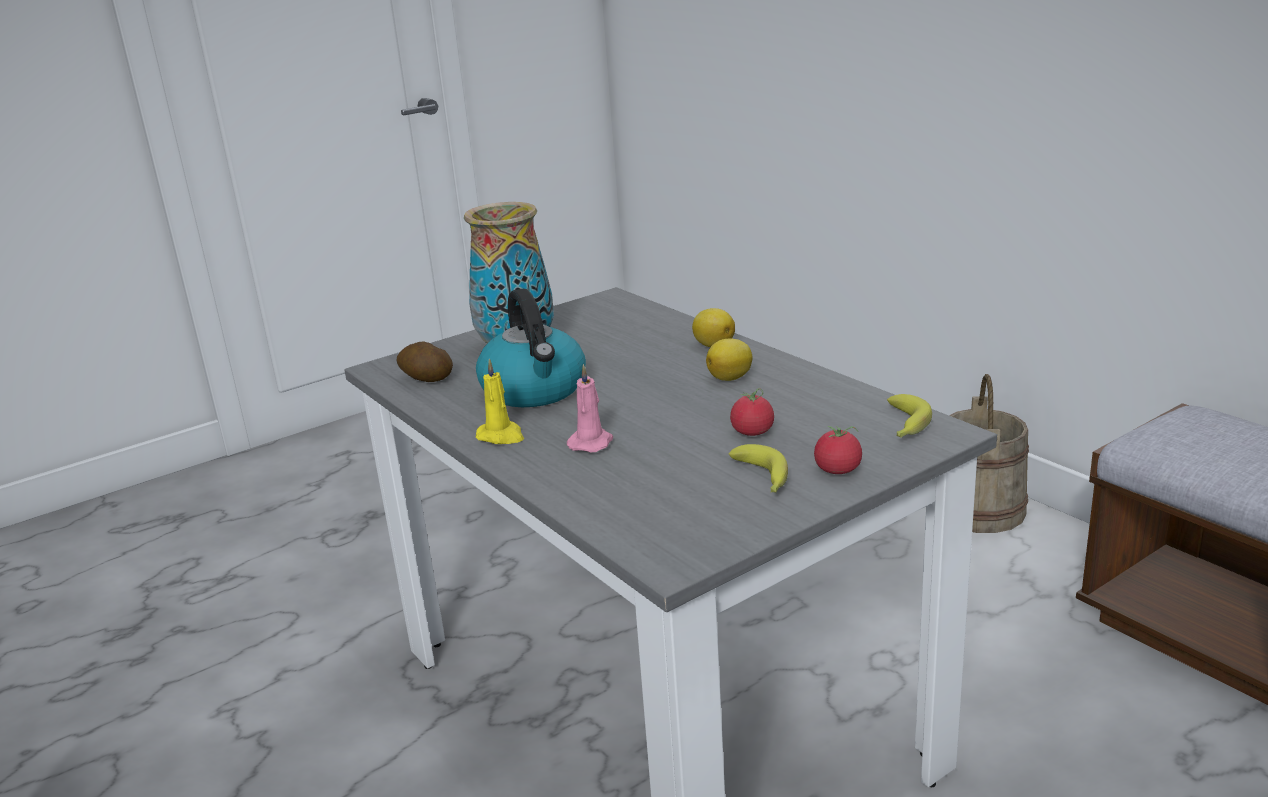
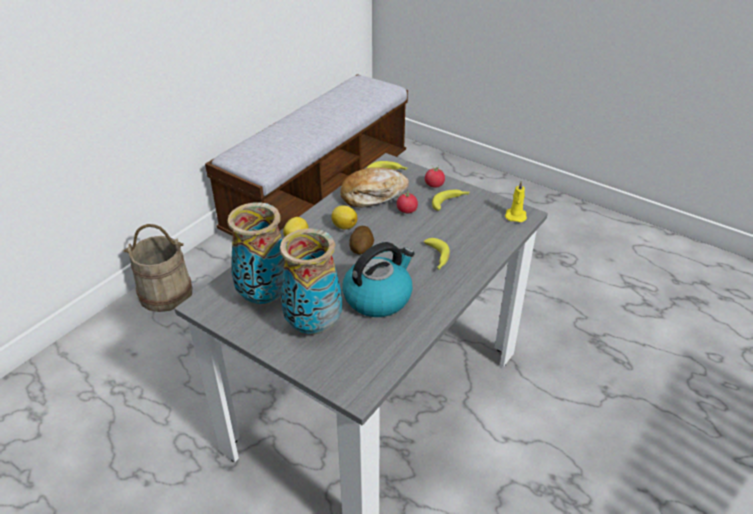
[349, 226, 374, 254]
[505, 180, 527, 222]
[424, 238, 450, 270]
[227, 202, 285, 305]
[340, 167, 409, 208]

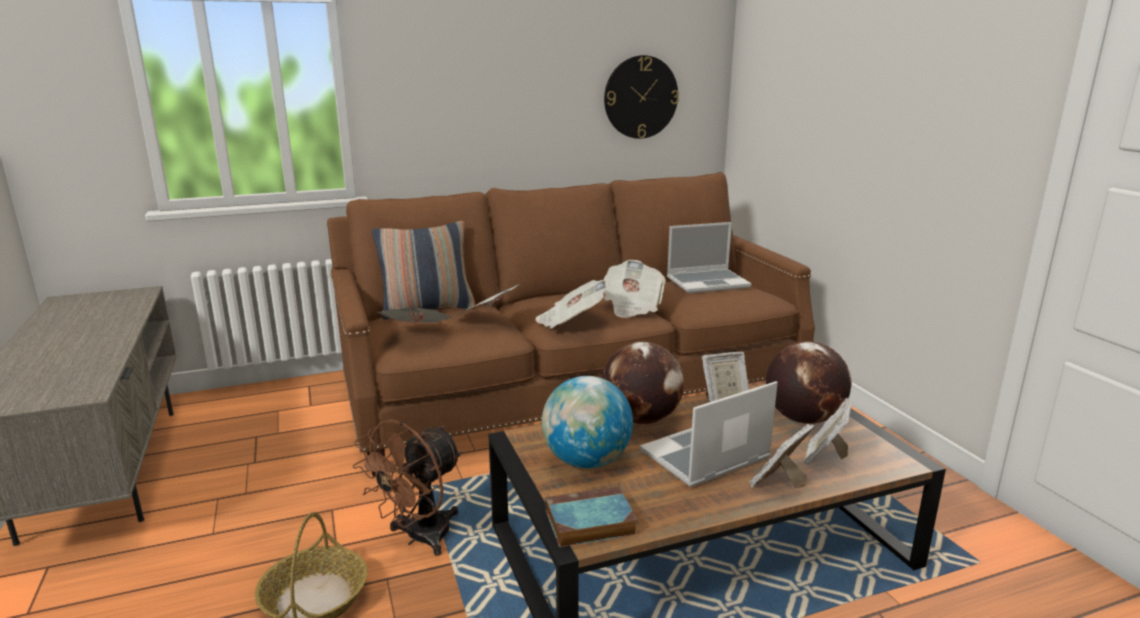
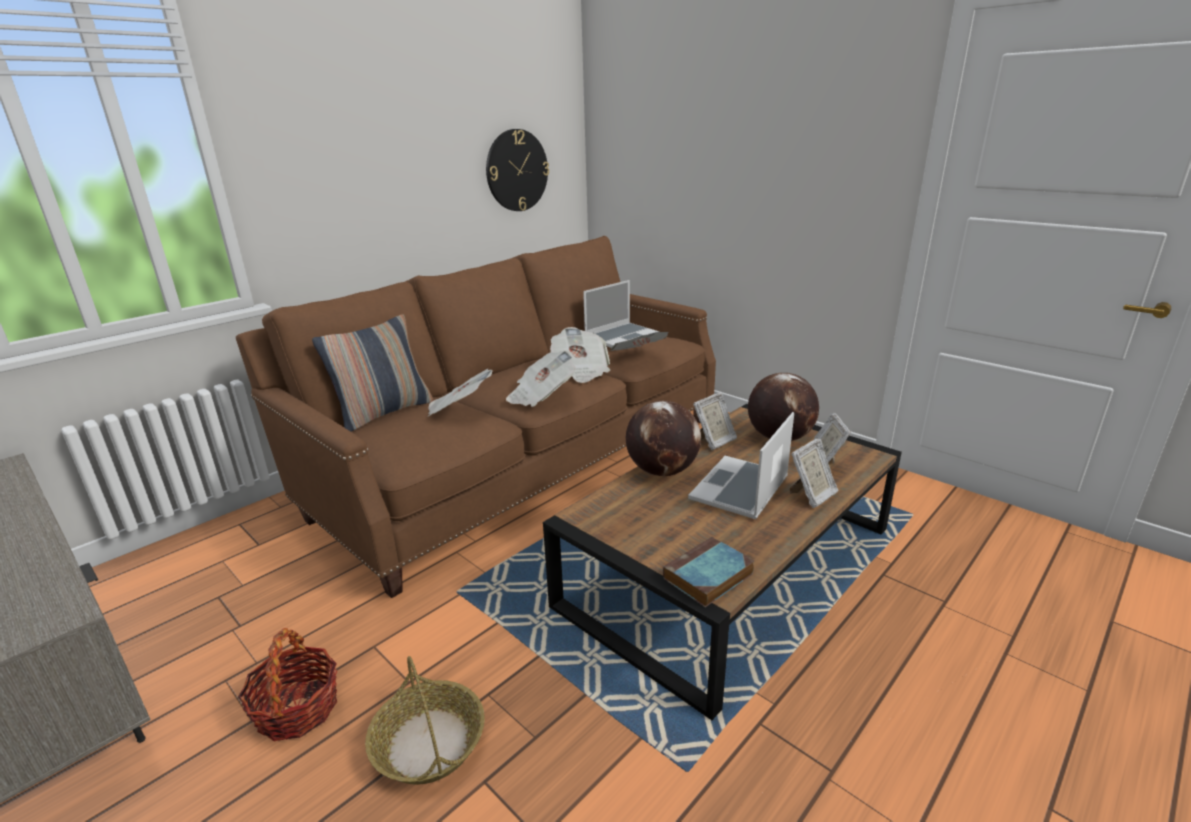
[353, 419, 462, 556] (first image)
[610, 332, 669, 351]
[542, 376, 633, 468] (first image)
[790, 439, 838, 508]
[238, 628, 337, 741]

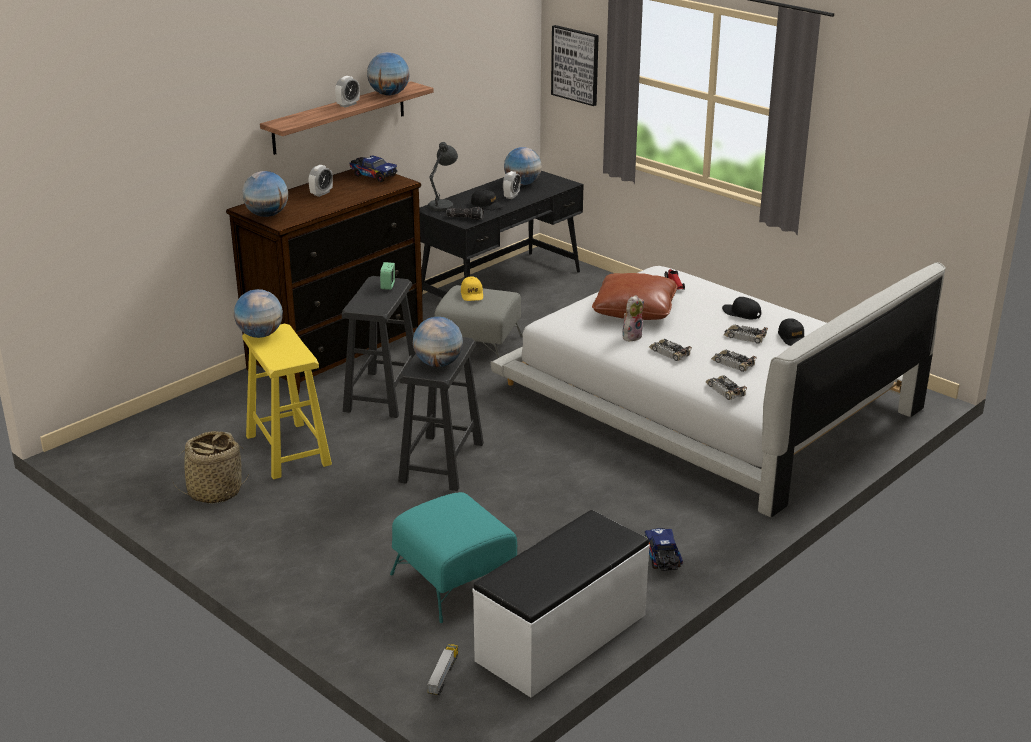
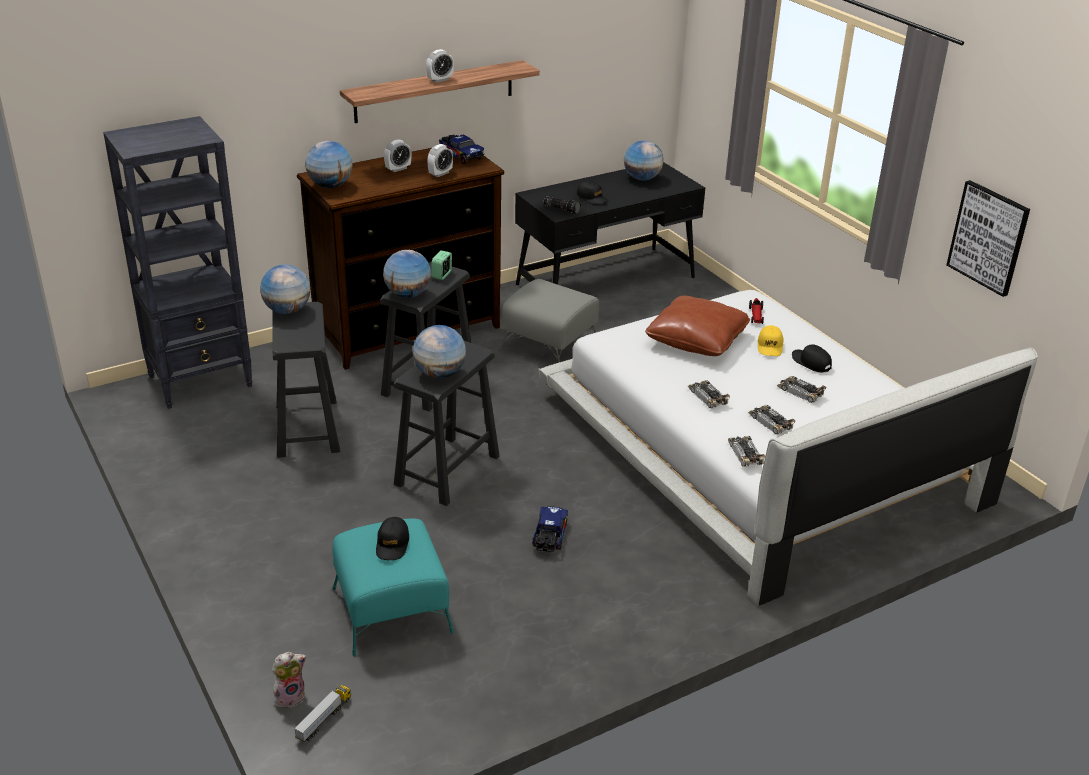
[175, 431, 249, 504] (first image)
[272, 302, 340, 458]
[383, 250, 431, 298]
[428, 142, 458, 212] (first image)
[758, 325, 783, 356]
[472, 510, 650, 698] (first image)
[428, 144, 453, 177]
[946, 180, 1030, 297]
[272, 652, 306, 708]
[533, 506, 568, 552]
[376, 517, 409, 560]
[103, 116, 253, 409]

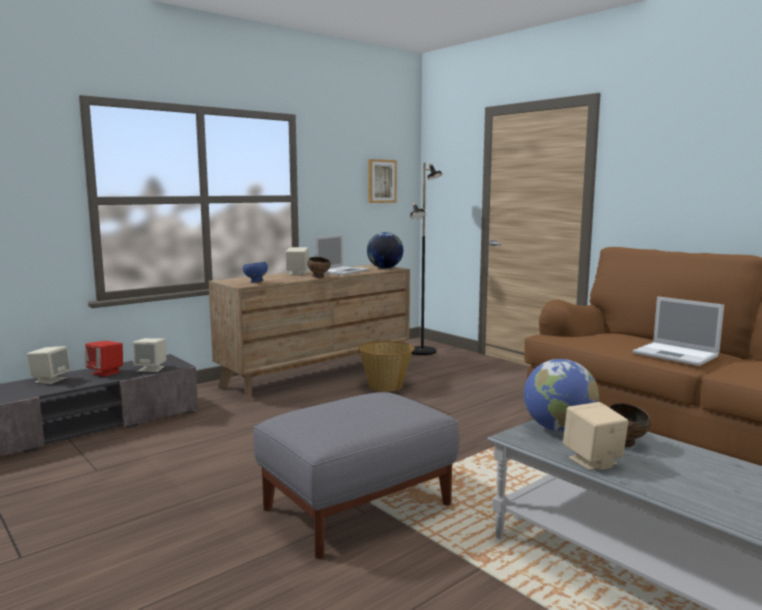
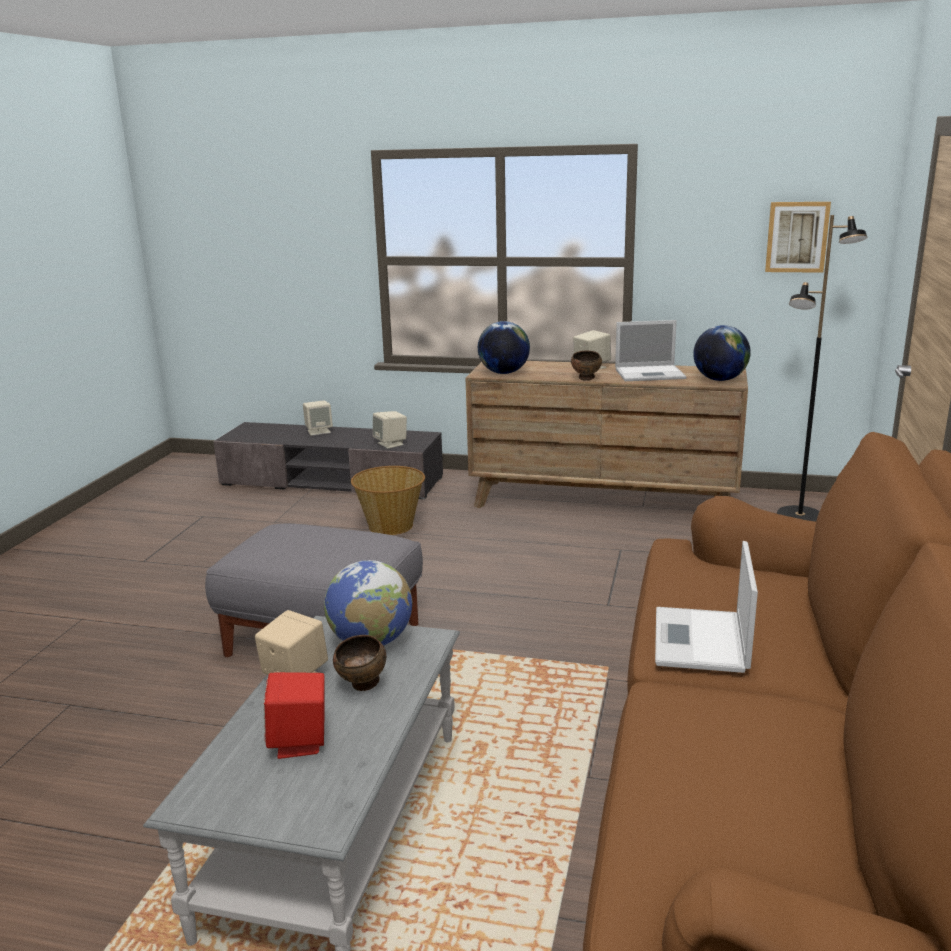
[264, 672, 325, 759]
[478, 321, 530, 374]
[351, 466, 425, 535]

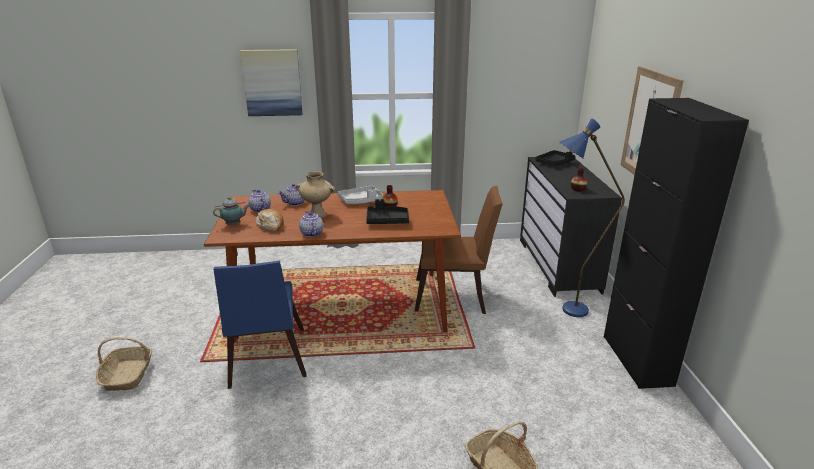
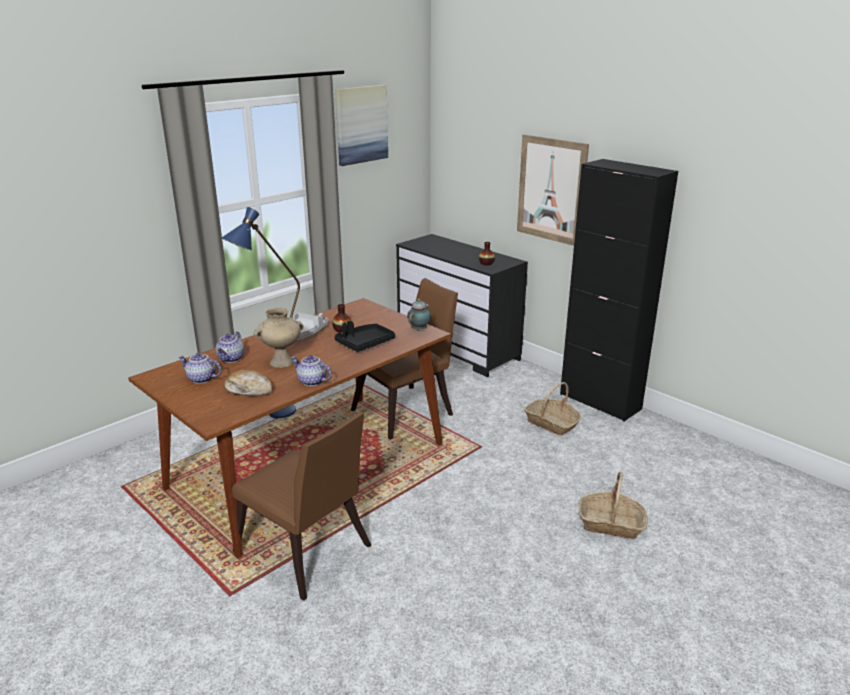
[524, 382, 581, 436]
[407, 299, 431, 331]
[232, 412, 371, 601]
[335, 85, 388, 166]
[535, 150, 575, 165] (first image)
[222, 207, 300, 419]

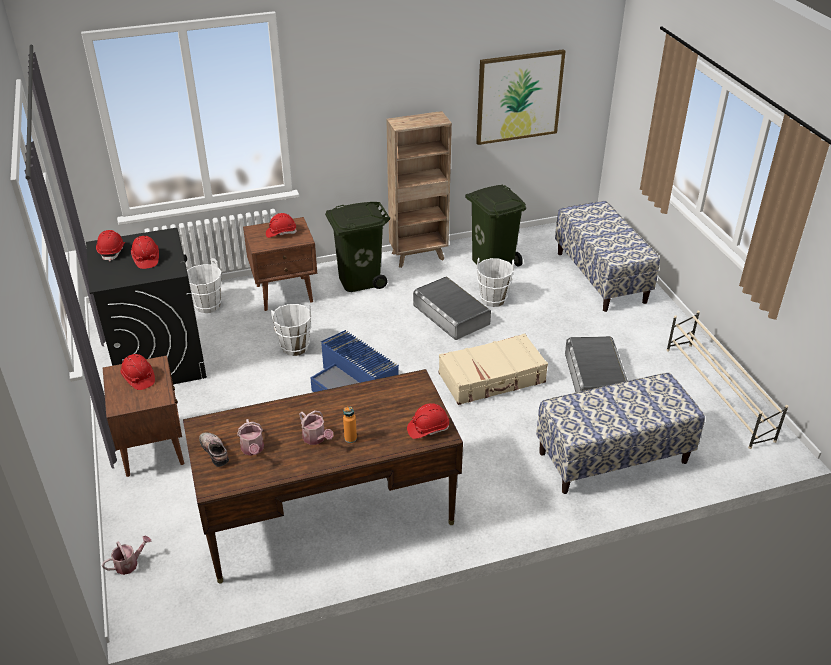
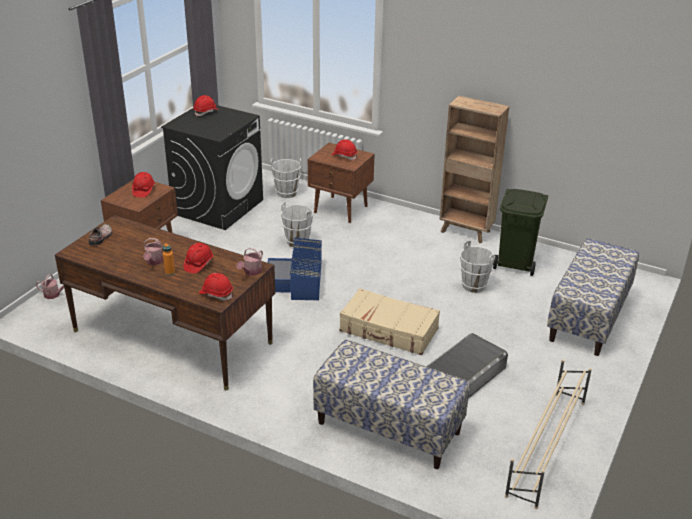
[183, 243, 213, 274]
[237, 248, 263, 276]
[325, 202, 390, 292] (first image)
[413, 277, 491, 340] (first image)
[476, 49, 565, 145] (first image)

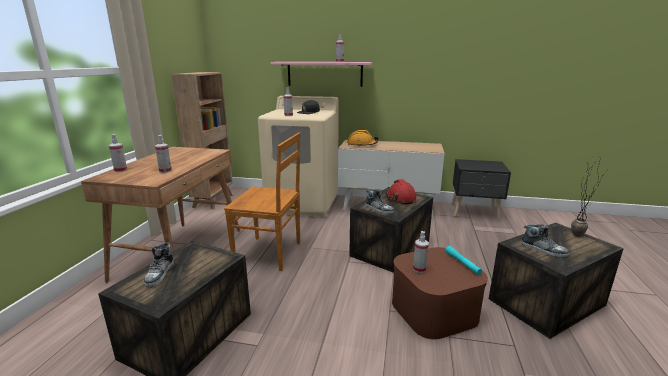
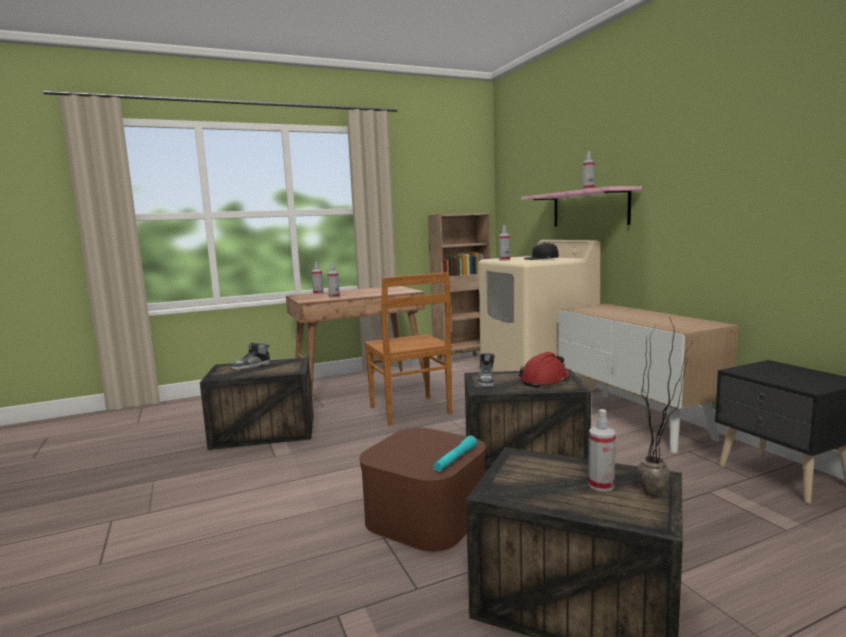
[347, 130, 379, 146] (first image)
[588, 409, 616, 492]
[521, 224, 569, 257] (first image)

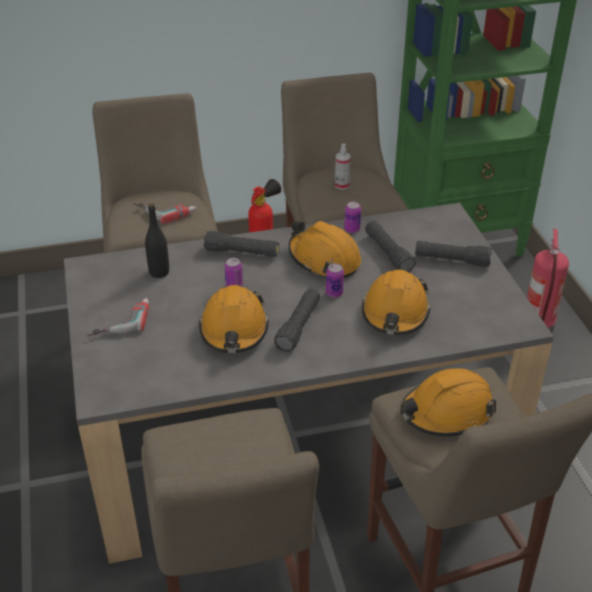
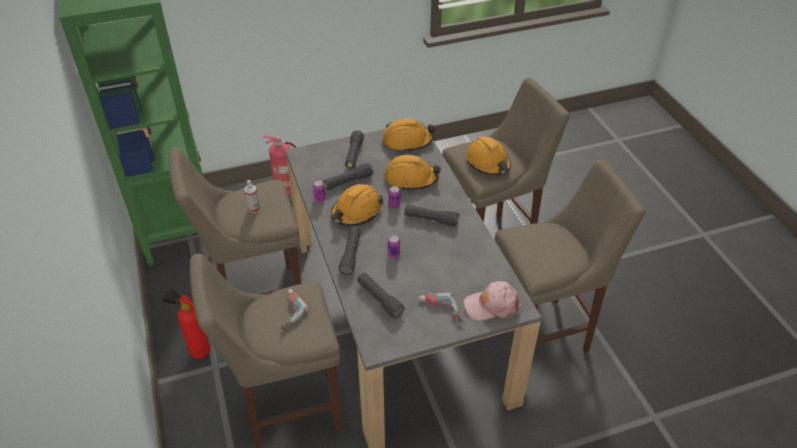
[357, 273, 405, 318]
[383, 118, 436, 153]
[464, 281, 522, 321]

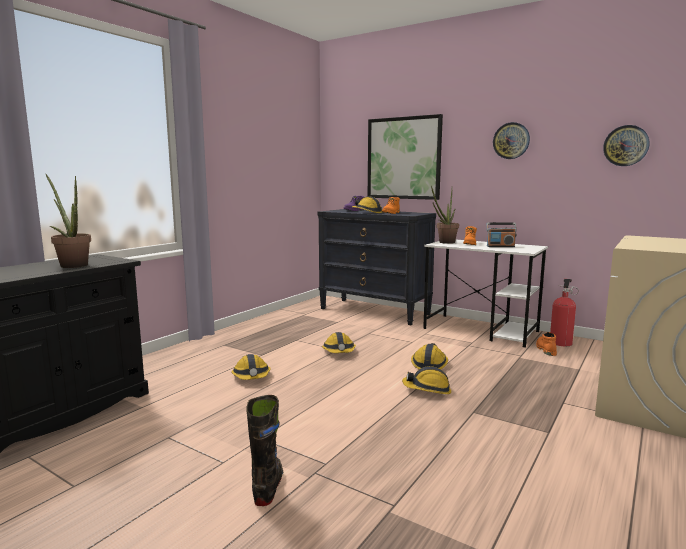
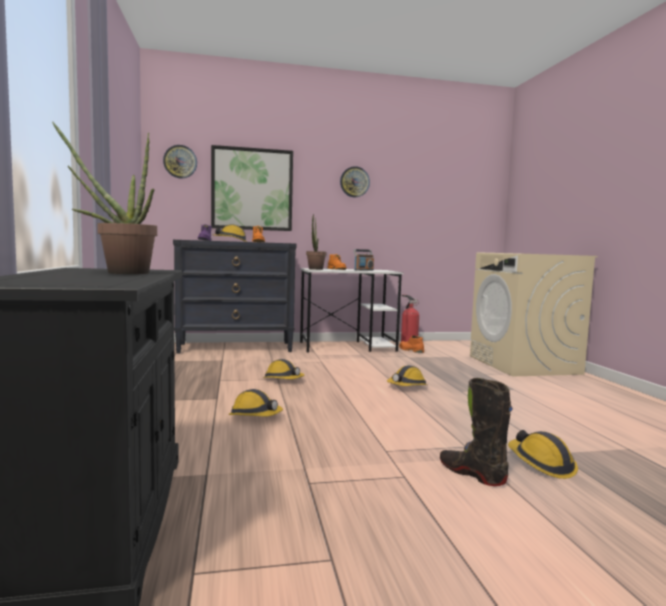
[508, 430, 578, 479]
[163, 145, 197, 179]

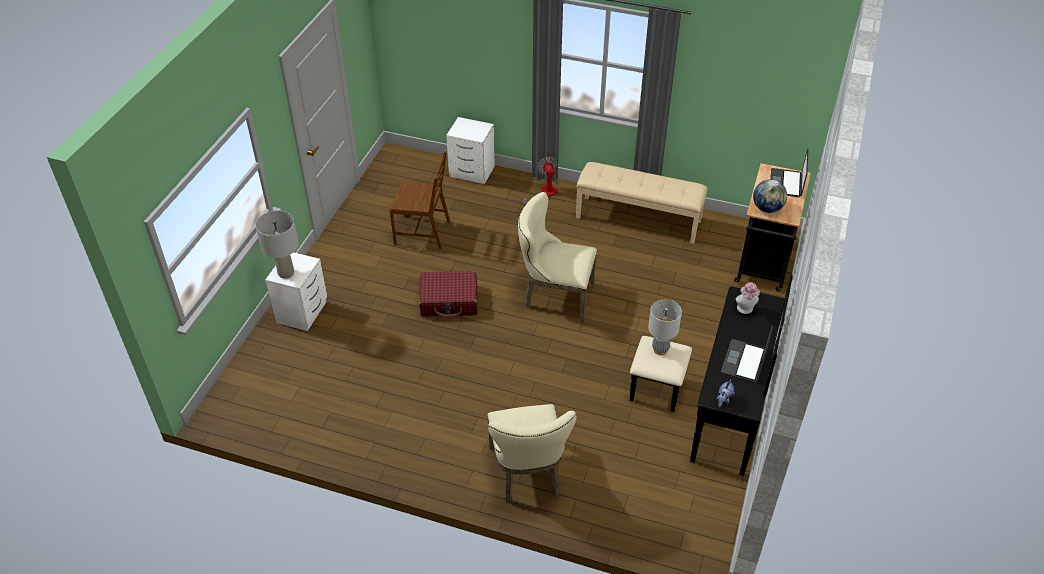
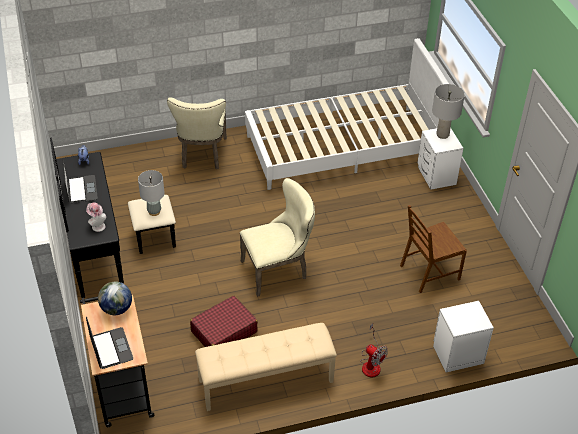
[190, 296, 258, 347]
[167, 97, 227, 169]
[245, 38, 449, 190]

